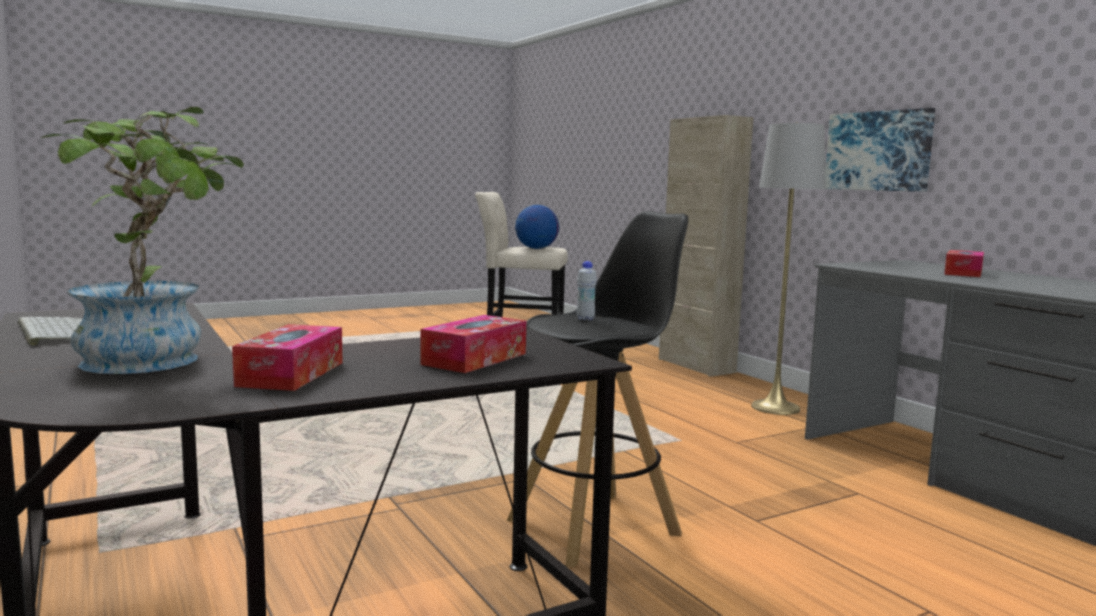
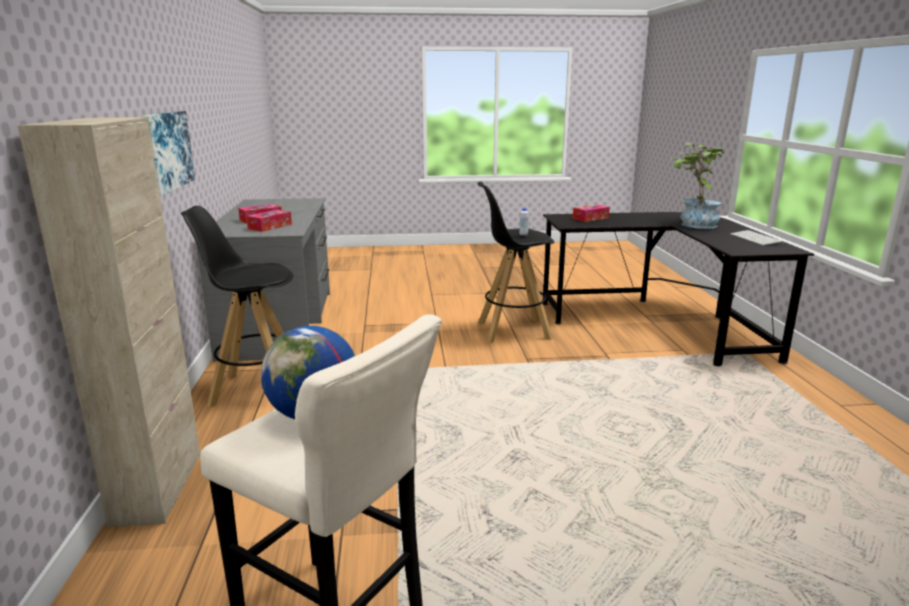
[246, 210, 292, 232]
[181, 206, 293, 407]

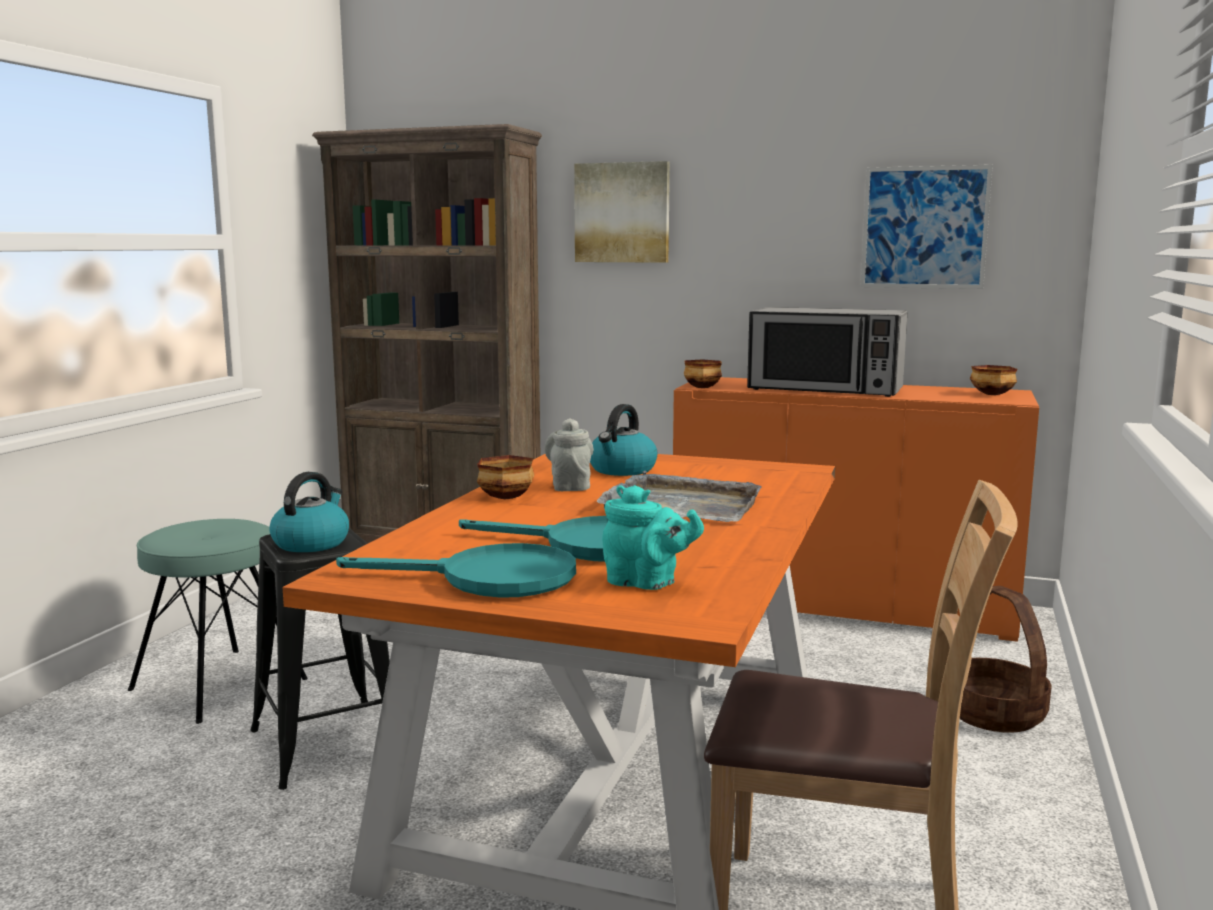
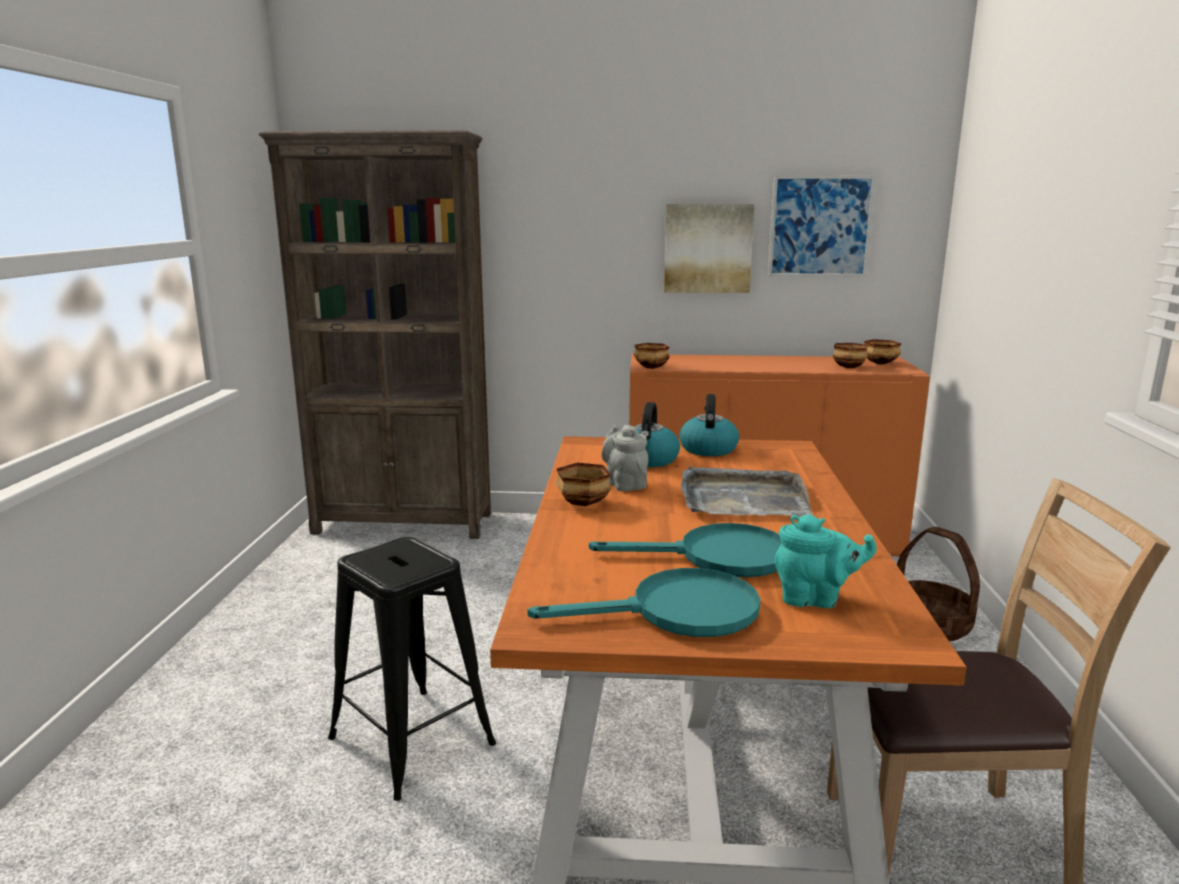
[128, 519, 308, 724] (first image)
[679, 394, 739, 456]
[664, 204, 755, 293]
[747, 307, 907, 397] (first image)
[833, 343, 868, 368]

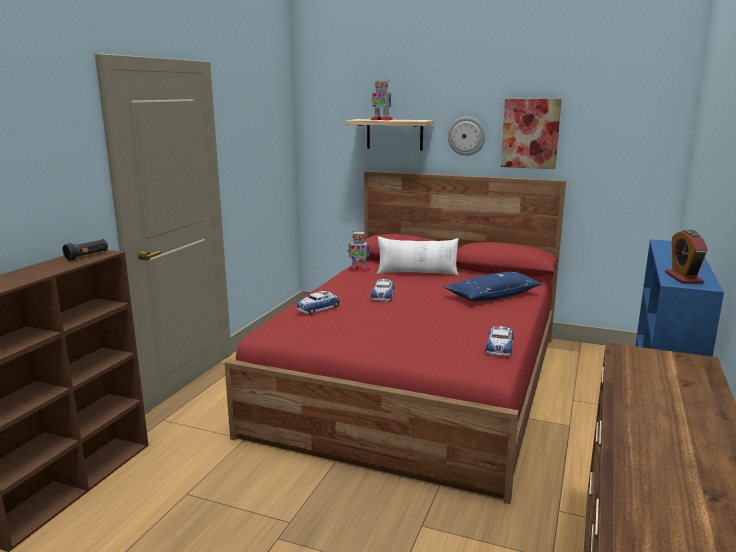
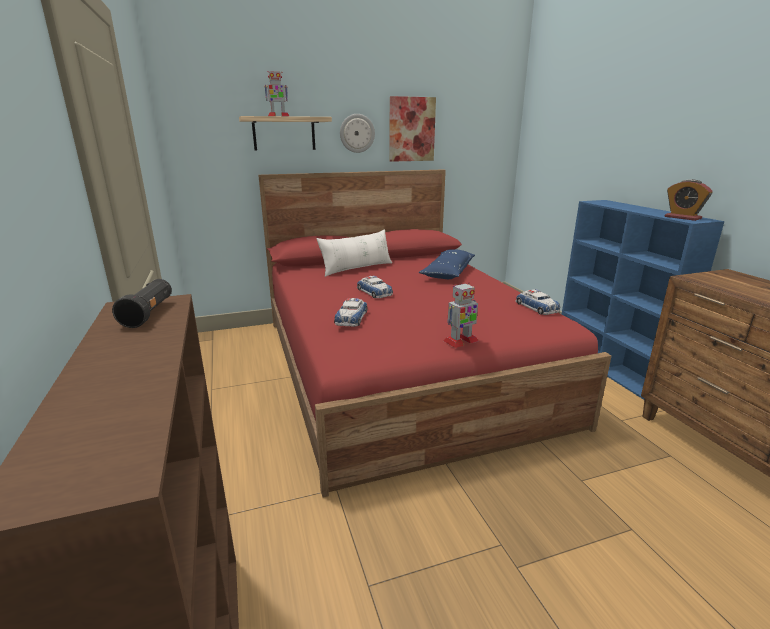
[444, 282, 478, 348]

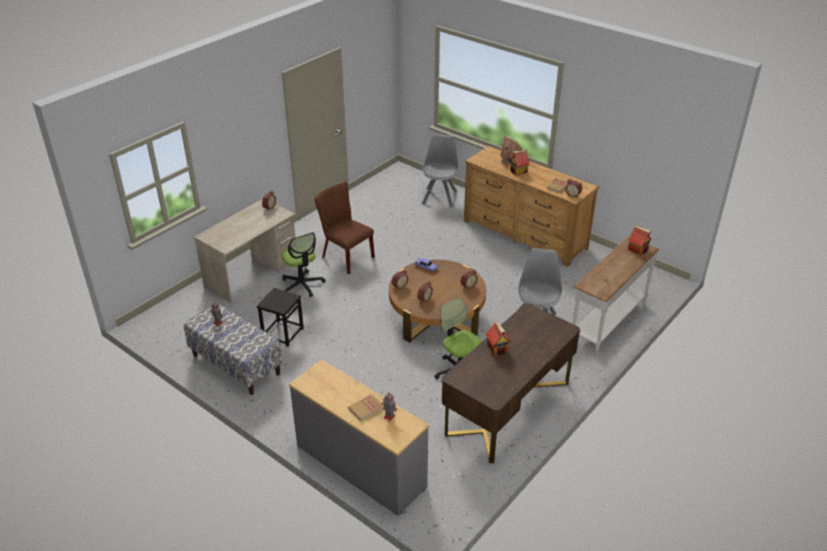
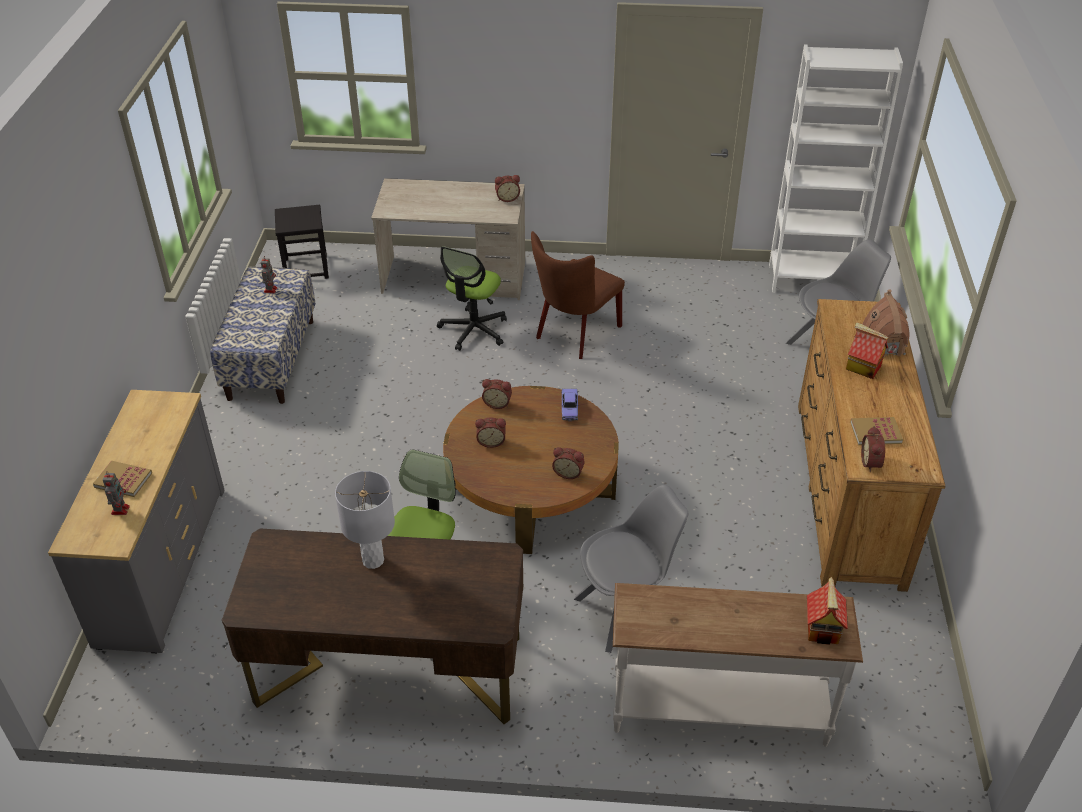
[275, 205, 329, 279]
[531, 231, 625, 359]
[335, 471, 395, 569]
[769, 44, 903, 293]

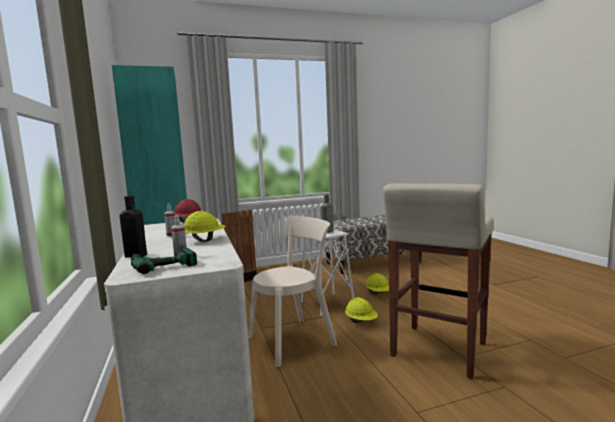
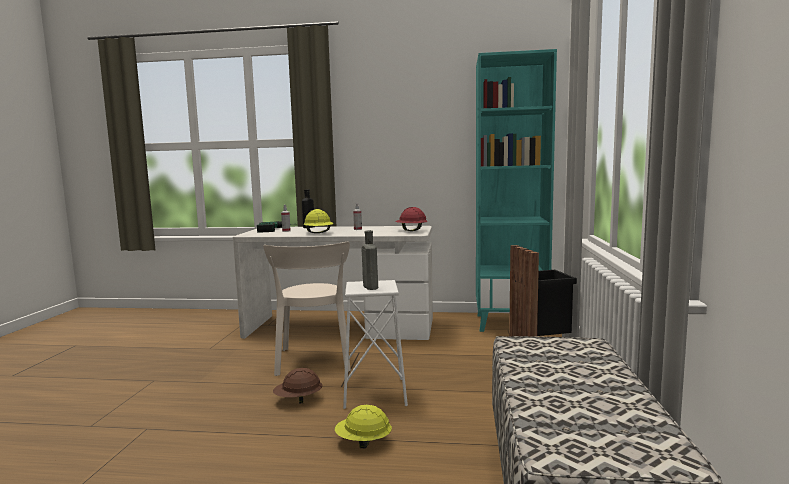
[273, 368, 322, 404]
[383, 183, 494, 379] (first image)

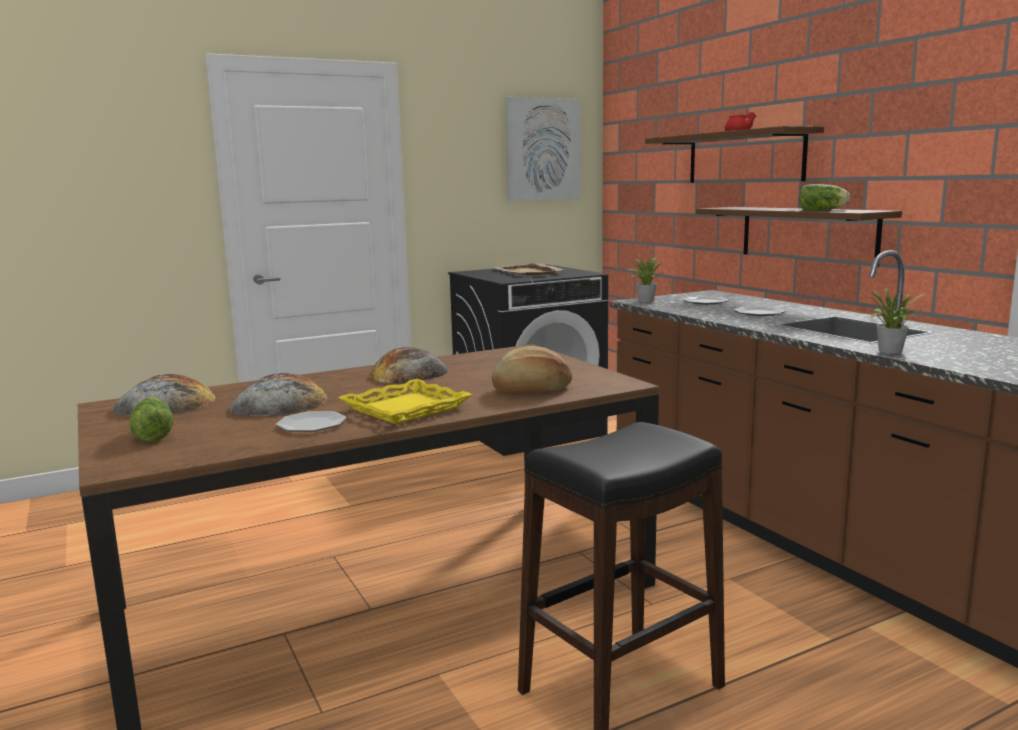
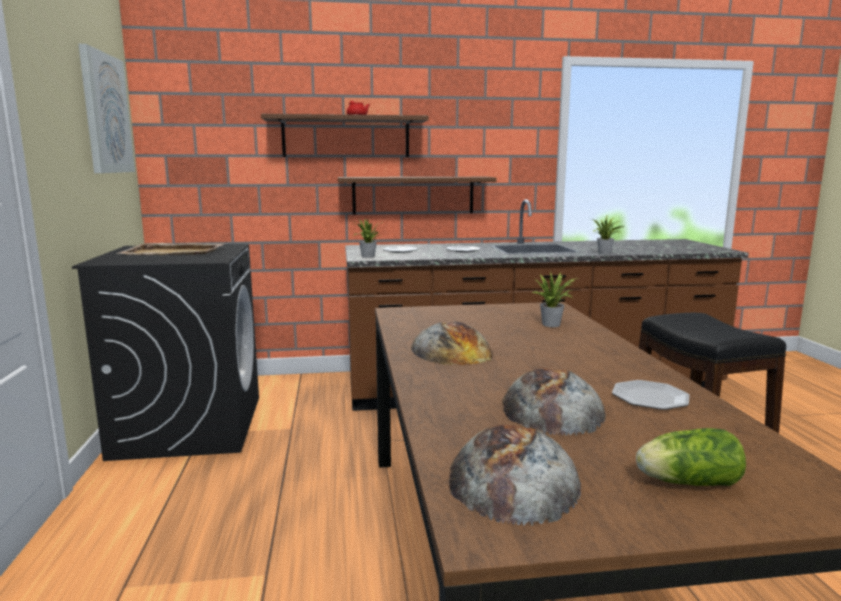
[339, 379, 472, 424] (first image)
[532, 272, 578, 327]
[799, 184, 850, 210] (first image)

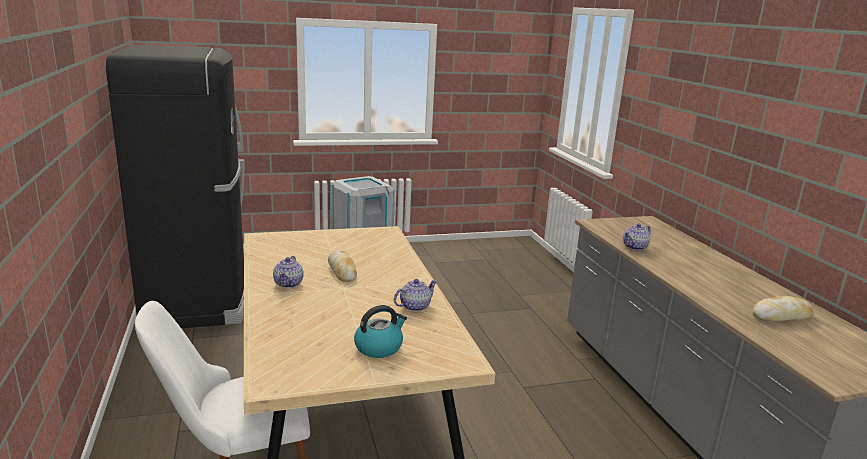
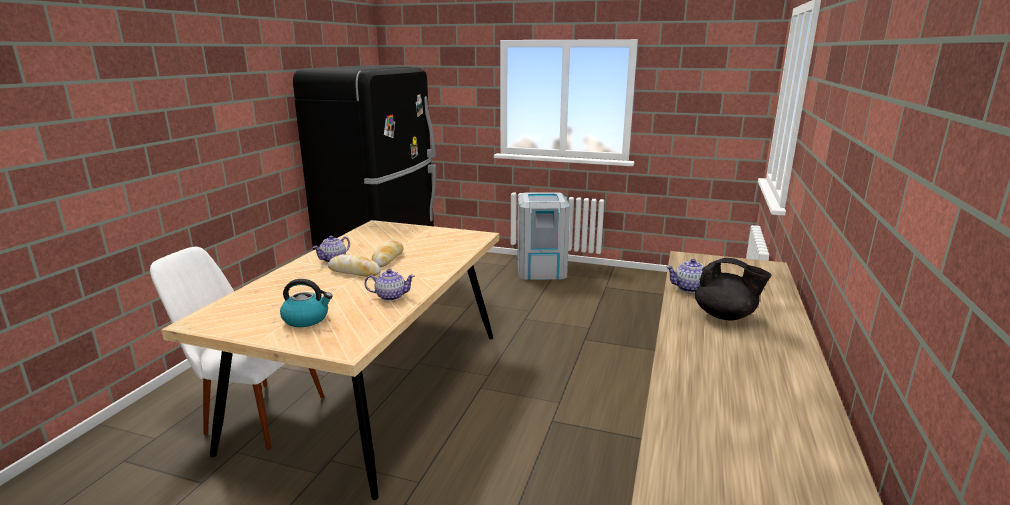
[328, 254, 381, 277]
[695, 258, 771, 321]

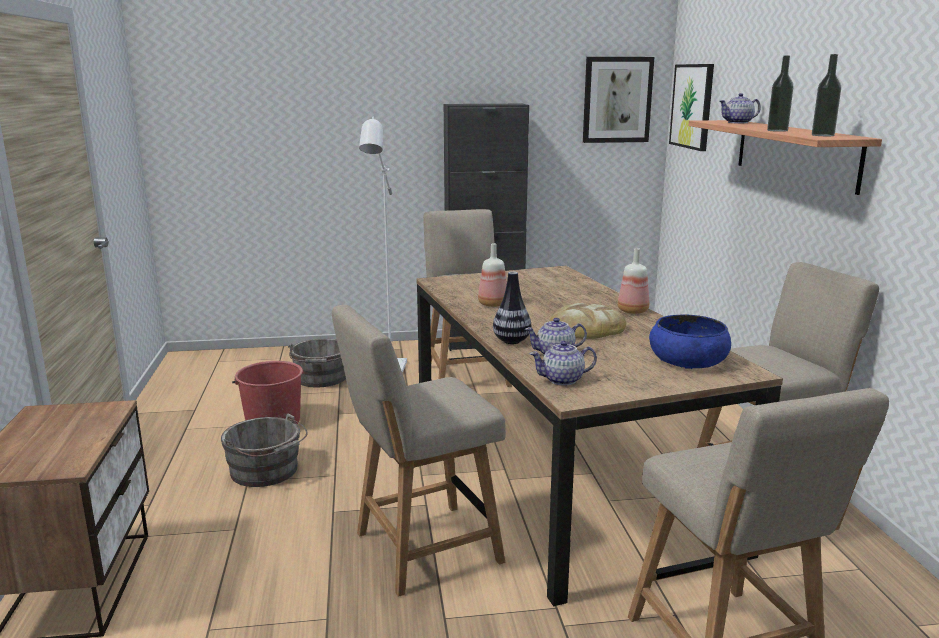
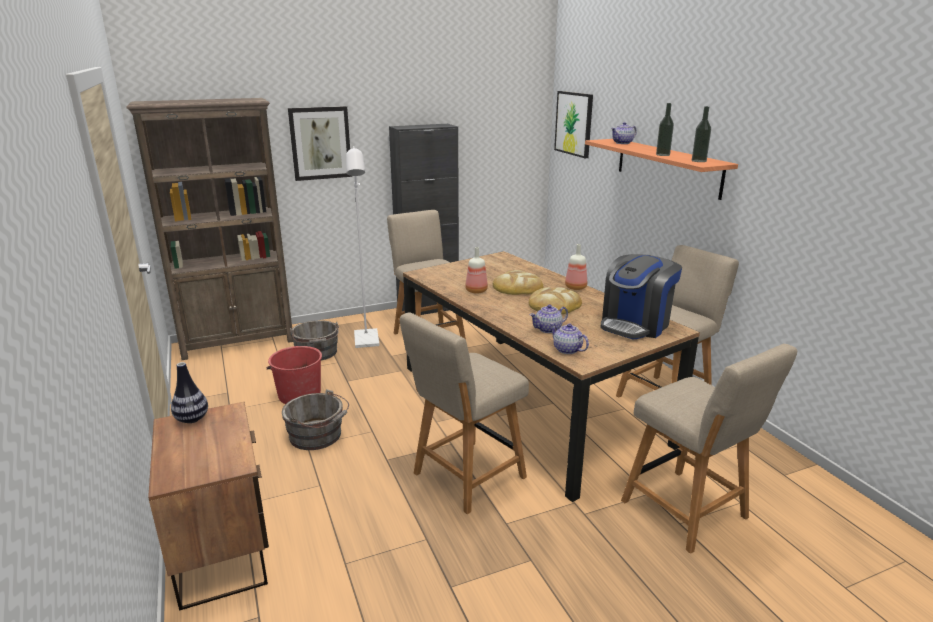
[171, 362, 208, 423]
[550, 323, 589, 354]
[288, 106, 352, 181]
[601, 254, 682, 339]
[126, 98, 293, 360]
[493, 270, 543, 295]

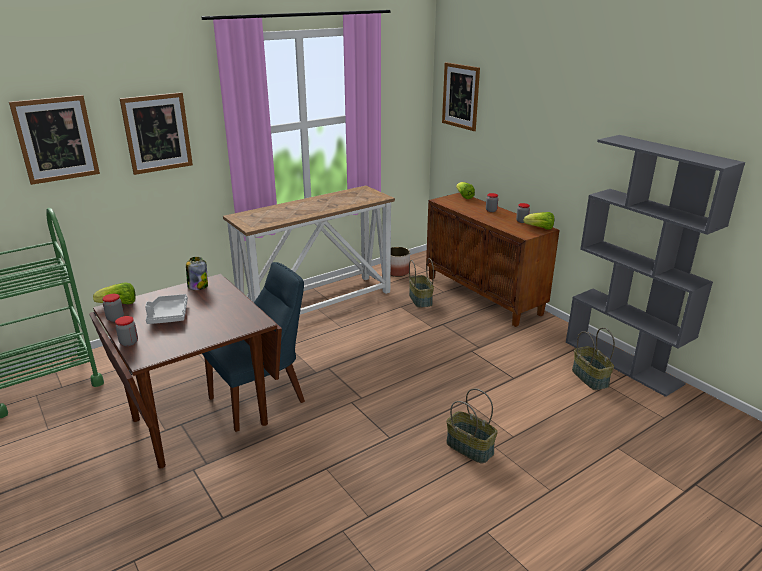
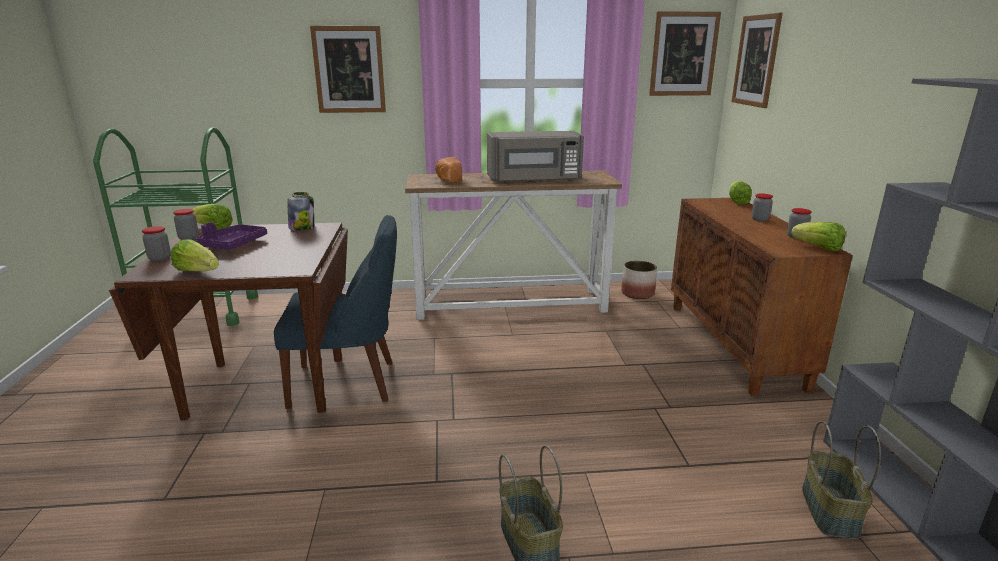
[649, 11, 721, 96]
[194, 222, 267, 250]
[409, 258, 434, 308] (first image)
[171, 239, 219, 271]
[435, 157, 462, 183]
[487, 131, 584, 183]

